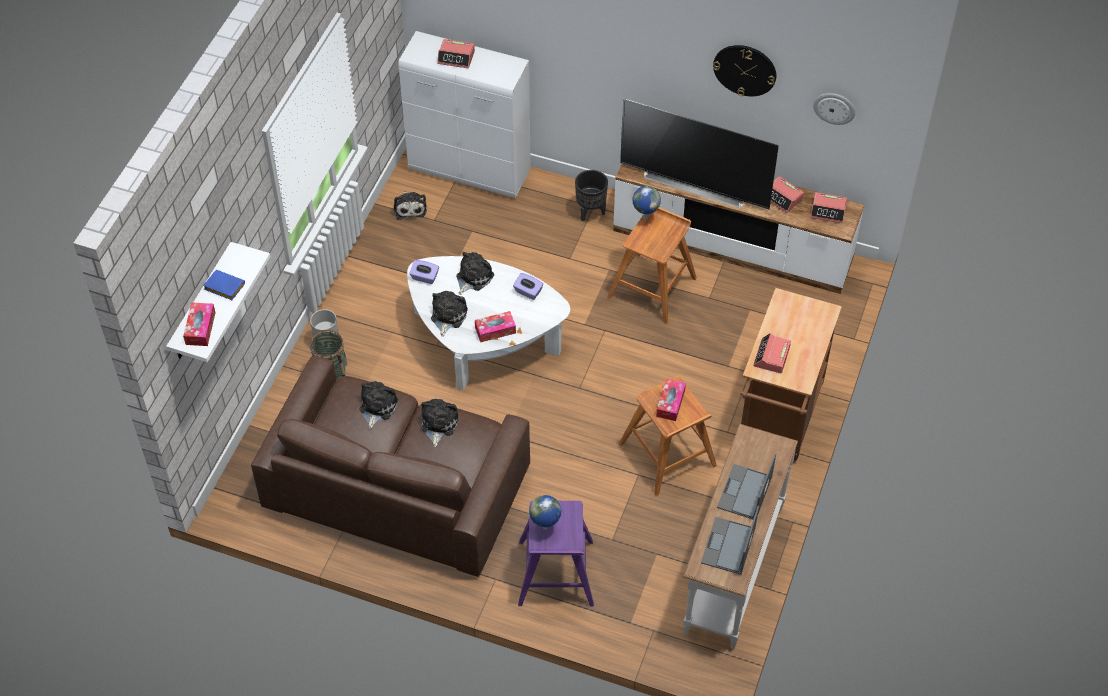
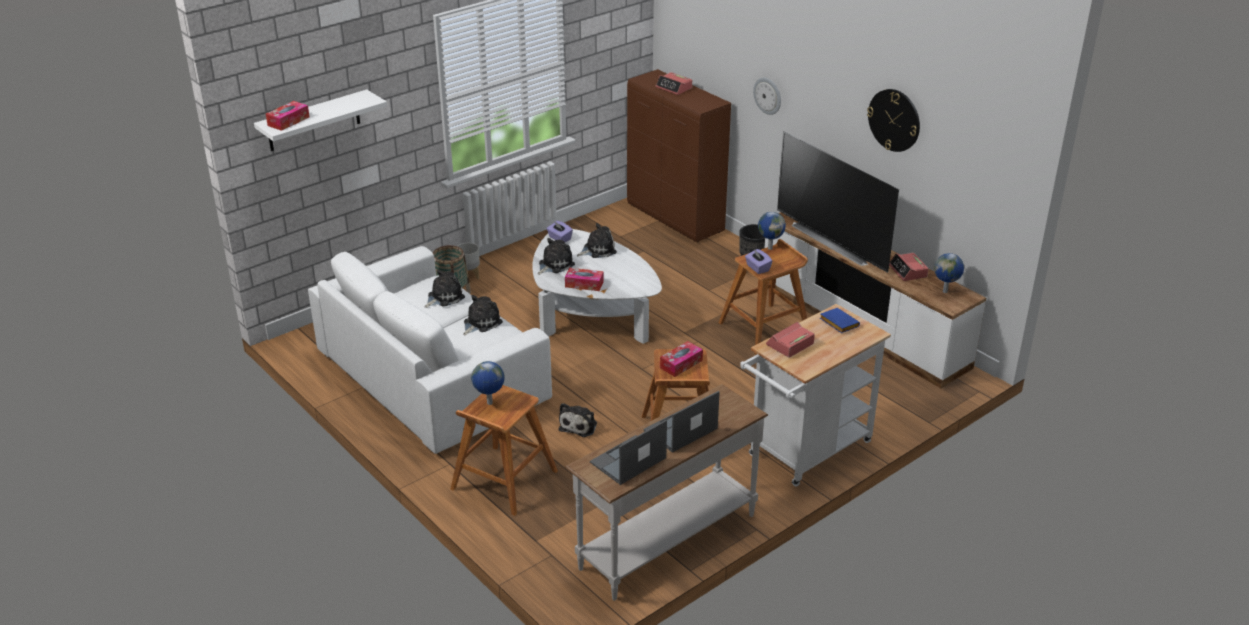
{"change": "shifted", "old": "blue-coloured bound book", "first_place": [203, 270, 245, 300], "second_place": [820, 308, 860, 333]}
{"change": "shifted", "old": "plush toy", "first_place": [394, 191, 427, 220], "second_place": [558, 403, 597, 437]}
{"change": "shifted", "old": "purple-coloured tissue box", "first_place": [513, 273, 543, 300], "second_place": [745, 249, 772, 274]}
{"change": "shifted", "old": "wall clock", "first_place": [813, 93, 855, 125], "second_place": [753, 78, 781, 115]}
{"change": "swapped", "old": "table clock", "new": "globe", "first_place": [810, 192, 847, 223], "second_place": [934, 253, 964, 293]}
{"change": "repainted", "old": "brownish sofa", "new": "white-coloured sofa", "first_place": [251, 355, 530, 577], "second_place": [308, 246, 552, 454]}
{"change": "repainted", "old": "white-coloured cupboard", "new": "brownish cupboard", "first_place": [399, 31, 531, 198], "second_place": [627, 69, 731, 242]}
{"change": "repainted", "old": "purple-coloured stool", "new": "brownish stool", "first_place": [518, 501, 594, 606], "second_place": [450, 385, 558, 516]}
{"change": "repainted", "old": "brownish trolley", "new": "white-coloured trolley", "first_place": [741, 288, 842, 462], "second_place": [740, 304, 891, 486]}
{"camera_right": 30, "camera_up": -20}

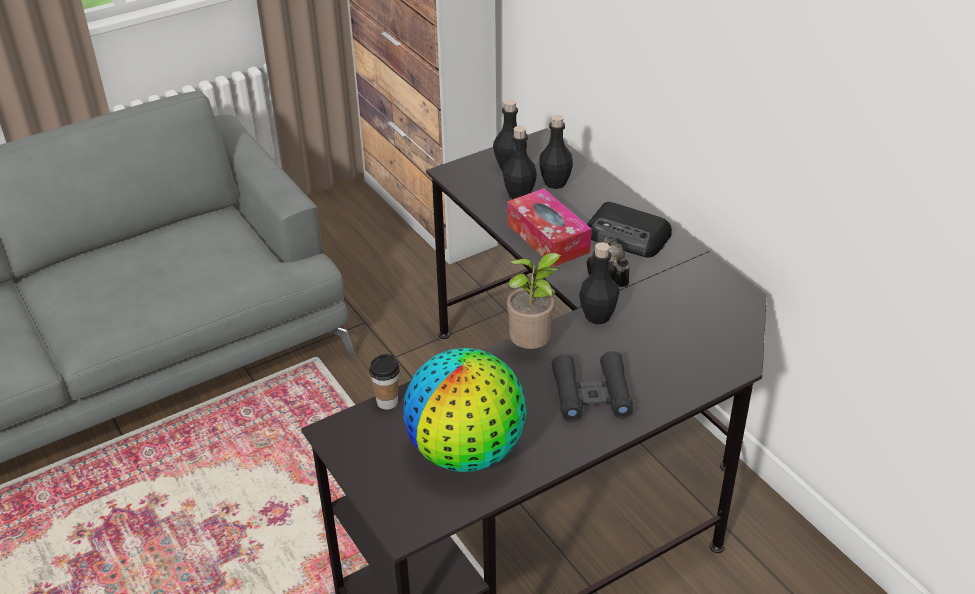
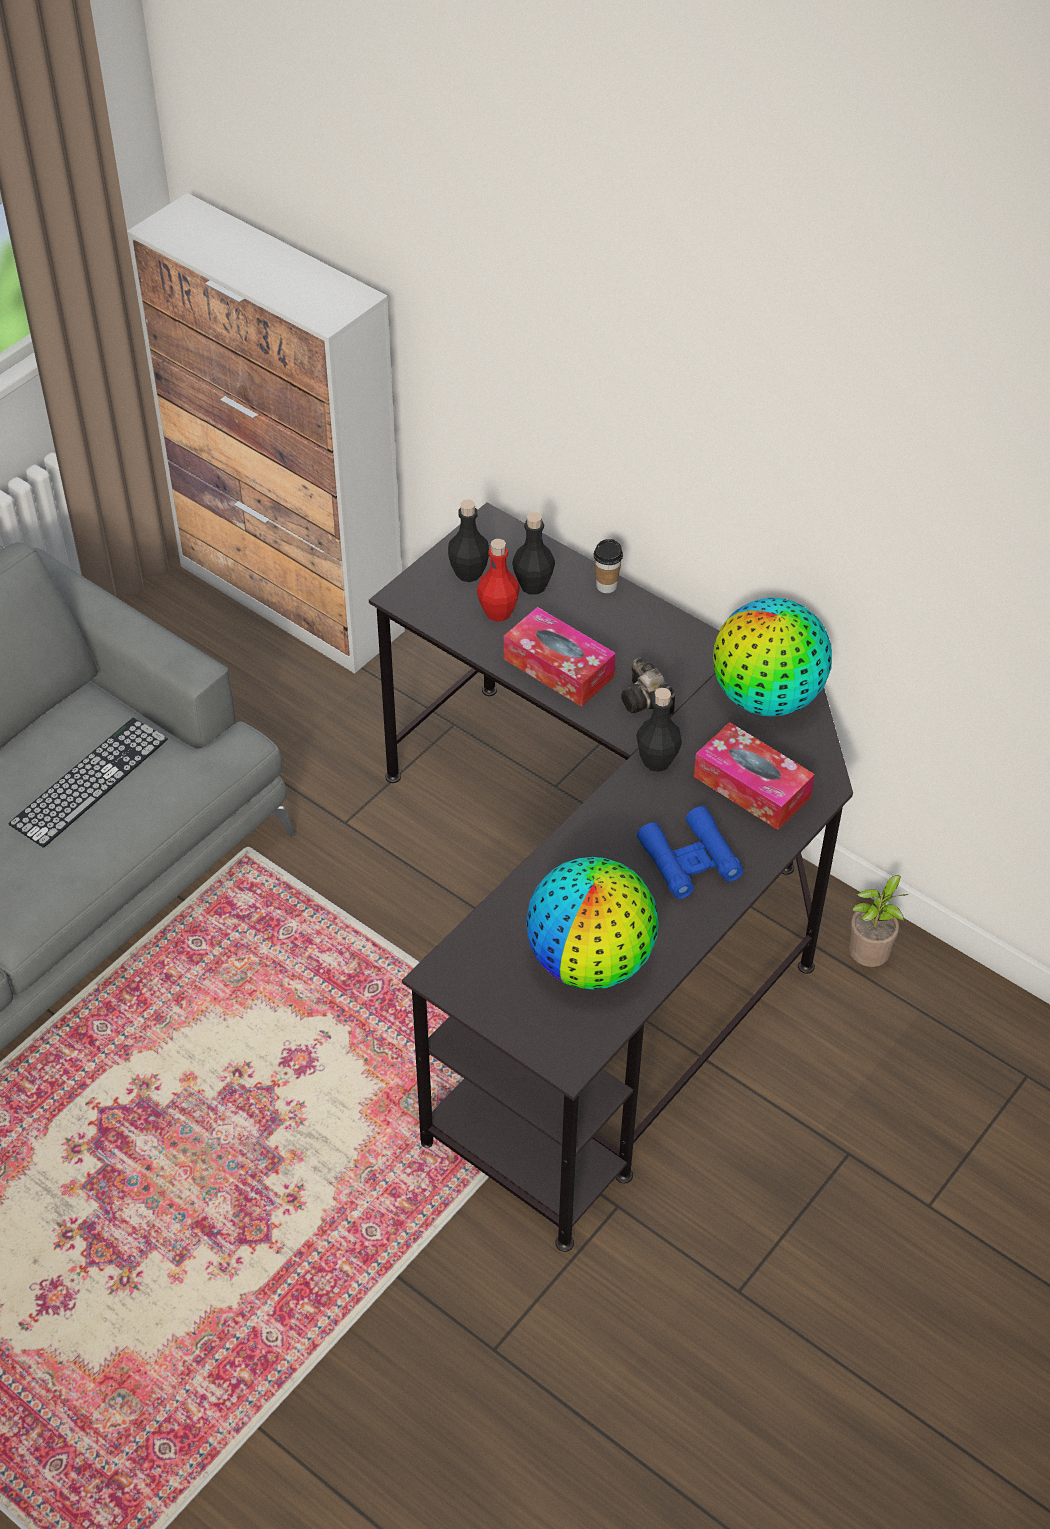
{"change": "gone", "old": "radio receiver", "first_place": [587, 202, 672, 258]}
{"change": "new", "new": "computer keyboard", "second_place": [8, 718, 168, 848]}
{"change": "new", "new": "tissue box", "second_place": [694, 722, 815, 830]}
{"change": "new", "new": "globe", "second_place": [713, 597, 832, 717]}
{"change": "shifted", "old": "cup", "first_place": [369, 354, 400, 410], "second_place": [594, 539, 623, 593]}
{"change": "shifted", "old": "potted plant", "first_place": [507, 253, 561, 349], "second_place": [849, 875, 908, 967]}
{"change": "repainted", "old": "black-coloured bottle", "new": "reddish bottle", "first_place": [502, 126, 537, 199], "second_place": [477, 539, 520, 622]}
{"change": "repainted", "old": "black-coloured binoculars", "new": "blue-coloured binoculars", "first_place": [552, 351, 633, 422], "second_place": [637, 806, 743, 899]}
{"camera_right": -20, "camera_up": 10}

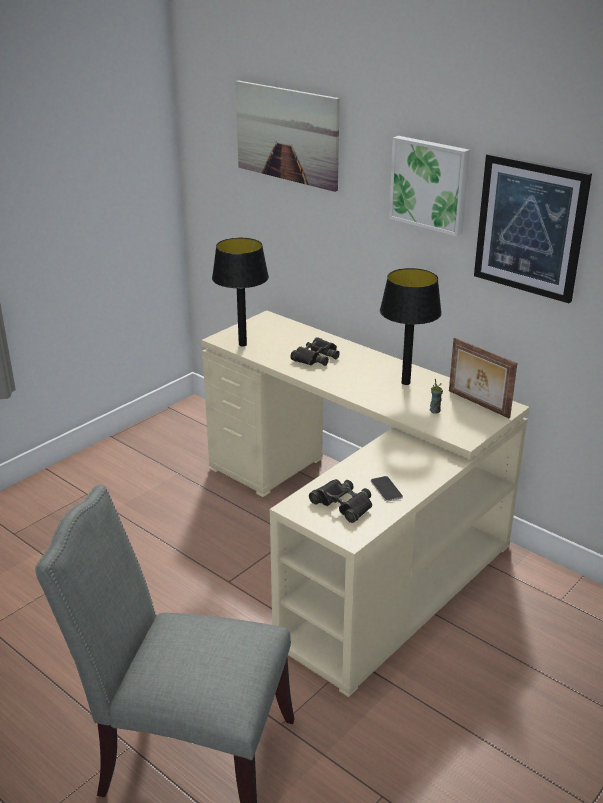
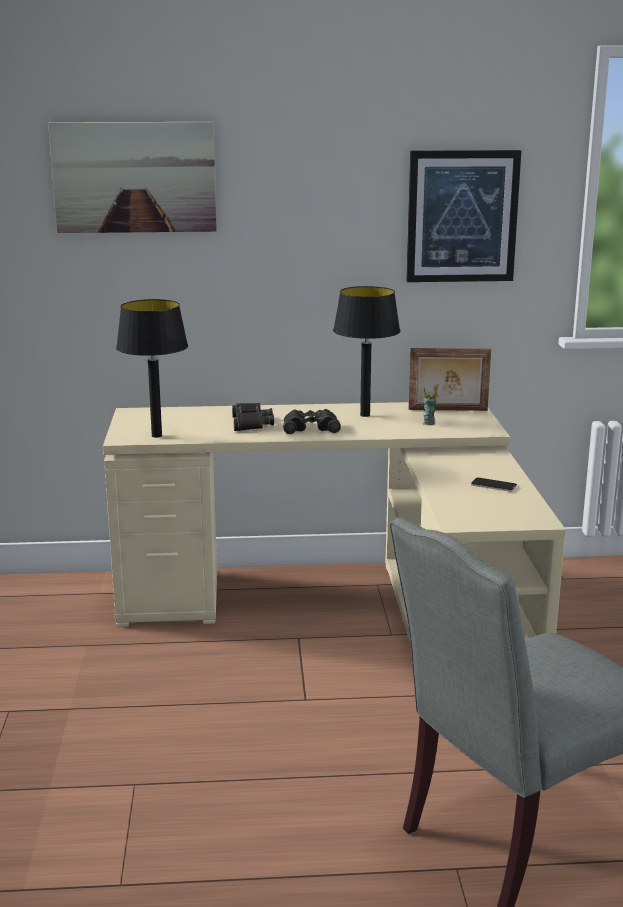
{"change": "gone", "old": "wall art", "first_place": [389, 136, 470, 236]}
{"change": "shifted", "old": "black-coloured binoculars", "first_place": [309, 479, 372, 523], "second_place": [283, 409, 341, 434]}
{"camera_right": -45, "camera_up": -10}

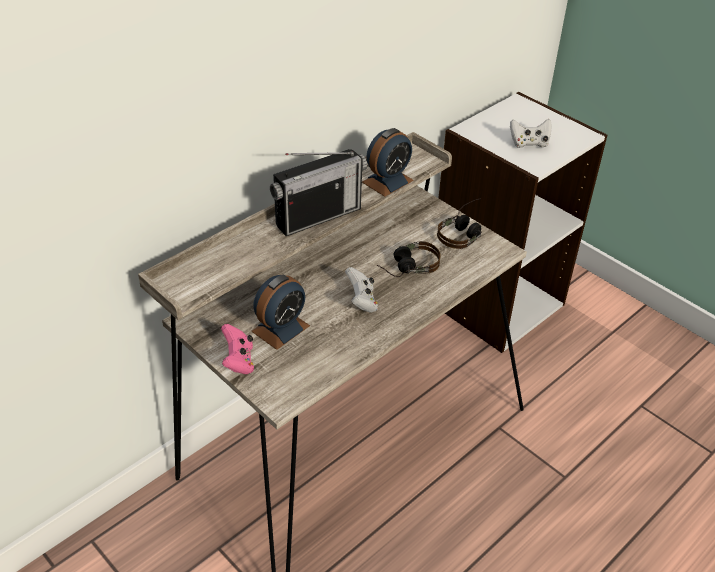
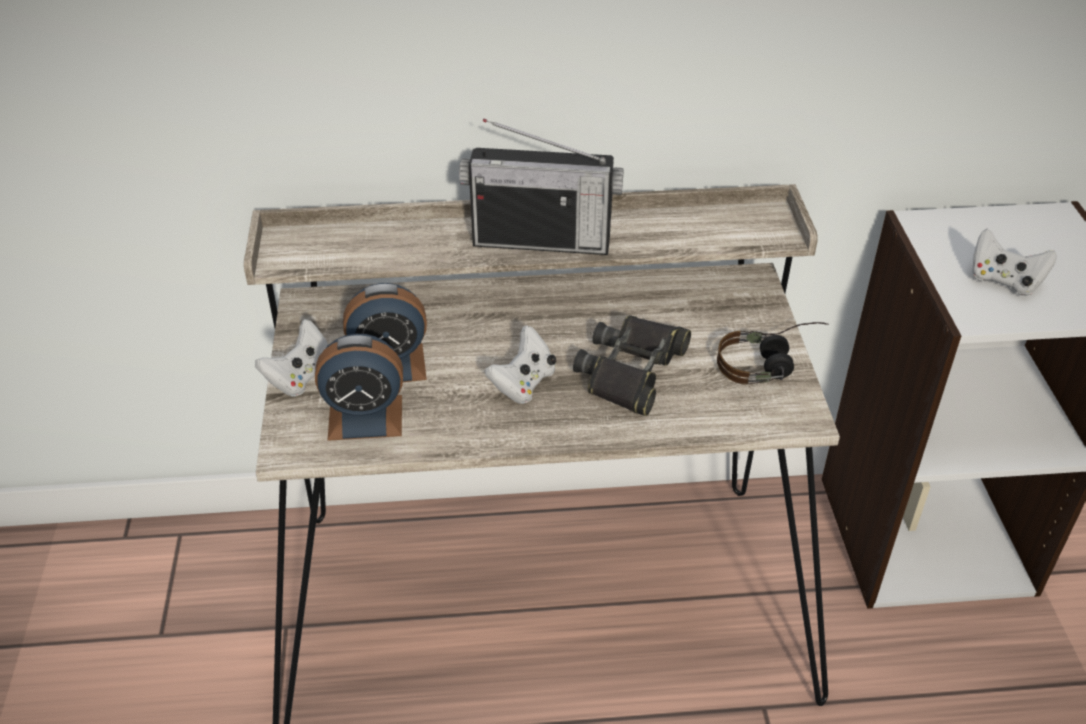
{"change": "shifted", "old": "table clock", "first_place": [362, 128, 414, 197], "second_place": [315, 334, 403, 441]}
{"change": "swapped", "old": "pair of headphones", "new": "black-coloured binoculars", "first_place": [377, 241, 441, 277], "second_place": [573, 316, 691, 416]}
{"change": "repainted", "old": "pink game controller", "new": "white-coloured game controller", "first_place": [221, 324, 254, 374], "second_place": [255, 319, 328, 397]}
{"camera_right": 40, "camera_up": 0}

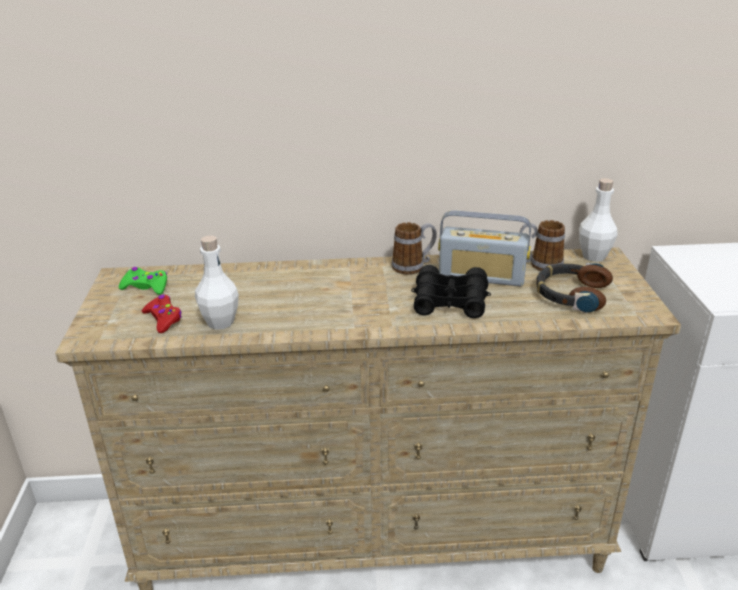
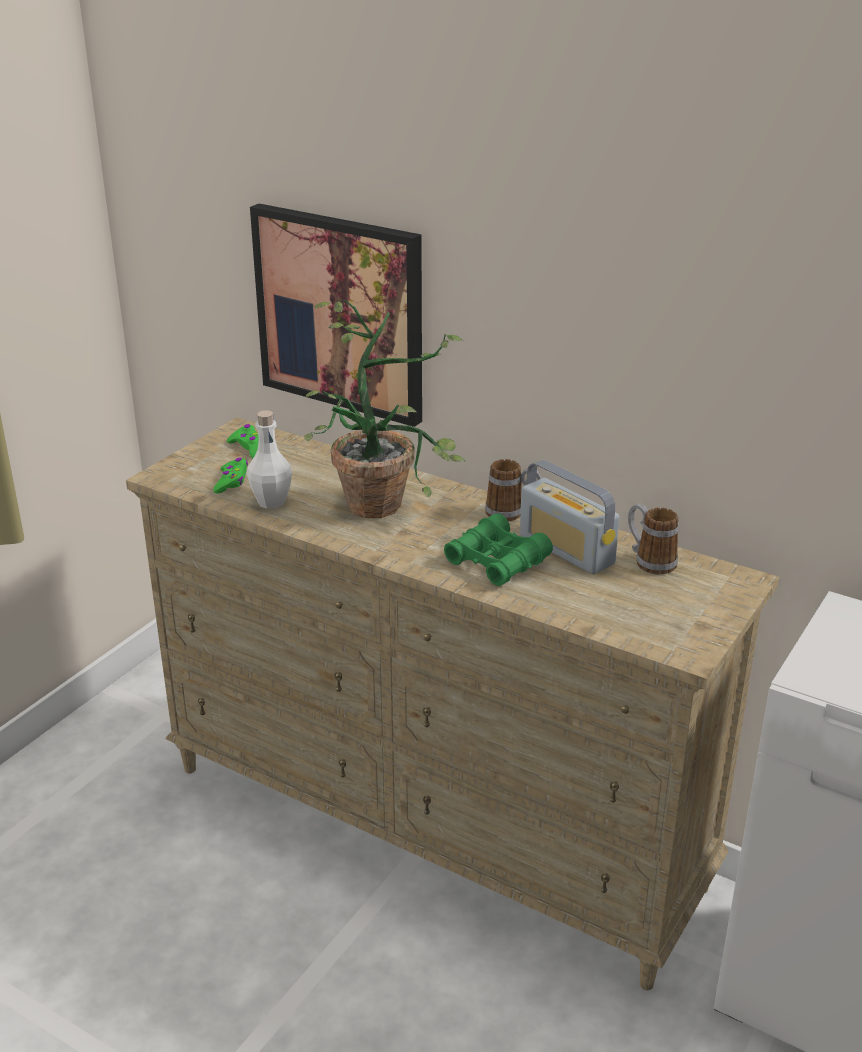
{"change": "gone", "old": "pair of headphones", "first_place": [536, 262, 613, 313]}
{"change": "gone", "old": "white-coloured bottle", "first_place": [579, 178, 617, 262]}
{"change": "new", "new": "wall art", "second_place": [250, 204, 422, 427]}
{"change": "new", "new": "potted plant", "second_place": [304, 300, 466, 518]}
{"change": "repainted", "old": "reddish game controller", "new": "green-coloured game controller", "first_place": [142, 295, 182, 333], "second_place": [213, 458, 248, 493]}
{"change": "repainted", "old": "black-coloured binoculars", "new": "green-coloured binoculars", "first_place": [411, 265, 491, 318], "second_place": [444, 513, 553, 586]}
{"camera_right": 35, "camera_up": 0}

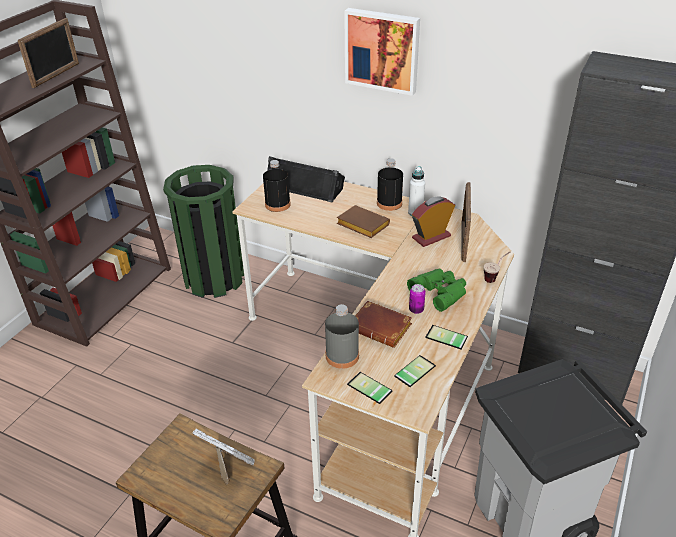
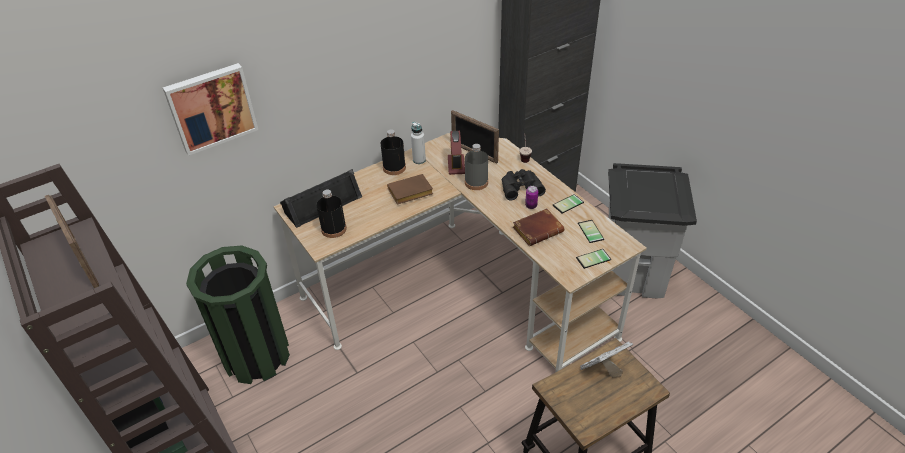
{"change": "shifted", "old": "greyish bottle", "first_place": [325, 304, 359, 369], "second_place": [465, 144, 488, 190]}
{"change": "shifted", "old": "wall art", "first_place": [344, 8, 420, 96], "second_place": [163, 63, 258, 156]}
{"change": "repainted", "old": "green-coloured binoculars", "new": "black-coloured binoculars", "first_place": [407, 269, 466, 312], "second_place": [502, 169, 546, 201]}
{"camera_right": -60, "camera_up": 5}

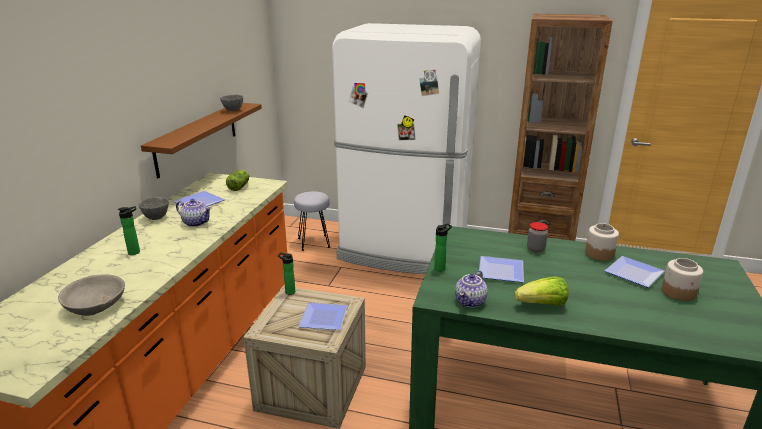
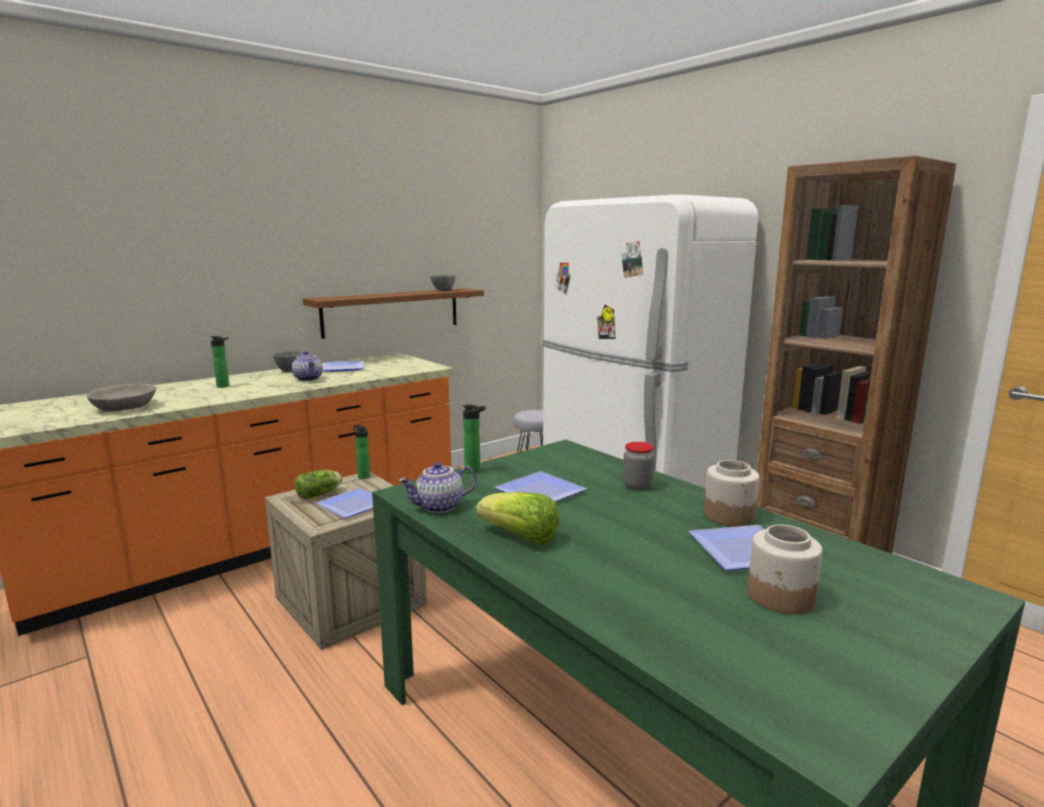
{"change": "shifted", "old": "lettuce head", "first_place": [226, 170, 249, 191], "second_place": [295, 470, 342, 499]}
{"camera_right": 35, "camera_up": -10}

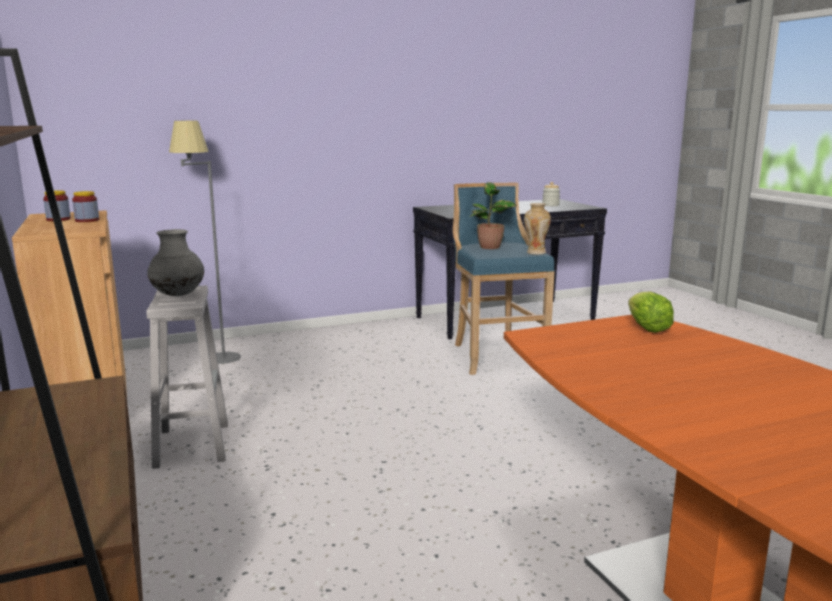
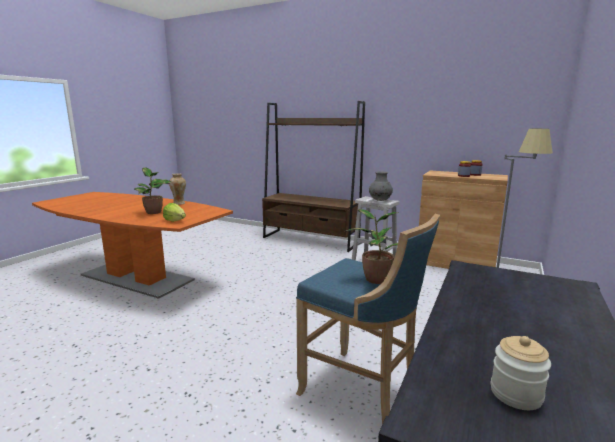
{"change": "new", "new": "potted plant", "second_place": [134, 167, 172, 214]}
{"change": "shifted", "old": "flower vase", "first_place": [524, 203, 551, 255], "second_place": [169, 173, 186, 205]}
{"camera_right": 140, "camera_up": 0}

